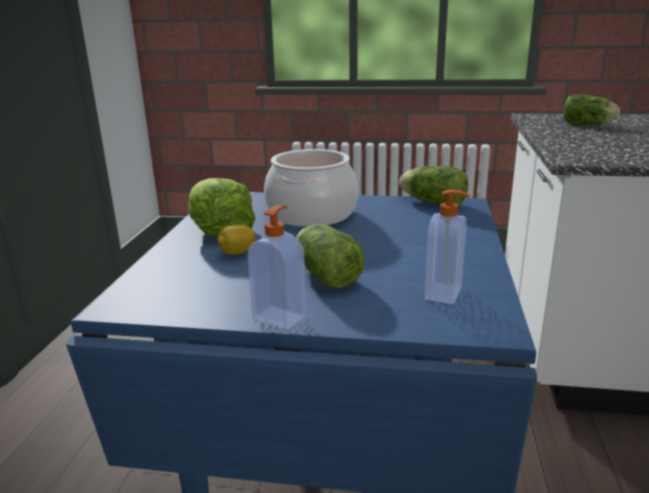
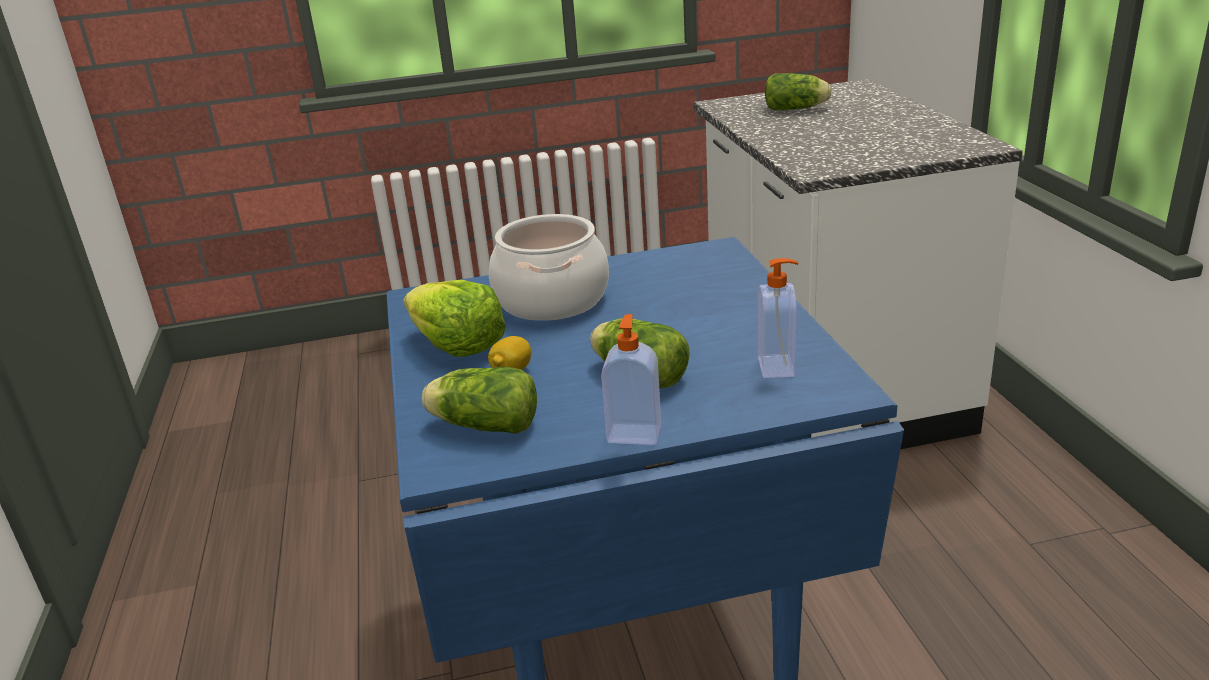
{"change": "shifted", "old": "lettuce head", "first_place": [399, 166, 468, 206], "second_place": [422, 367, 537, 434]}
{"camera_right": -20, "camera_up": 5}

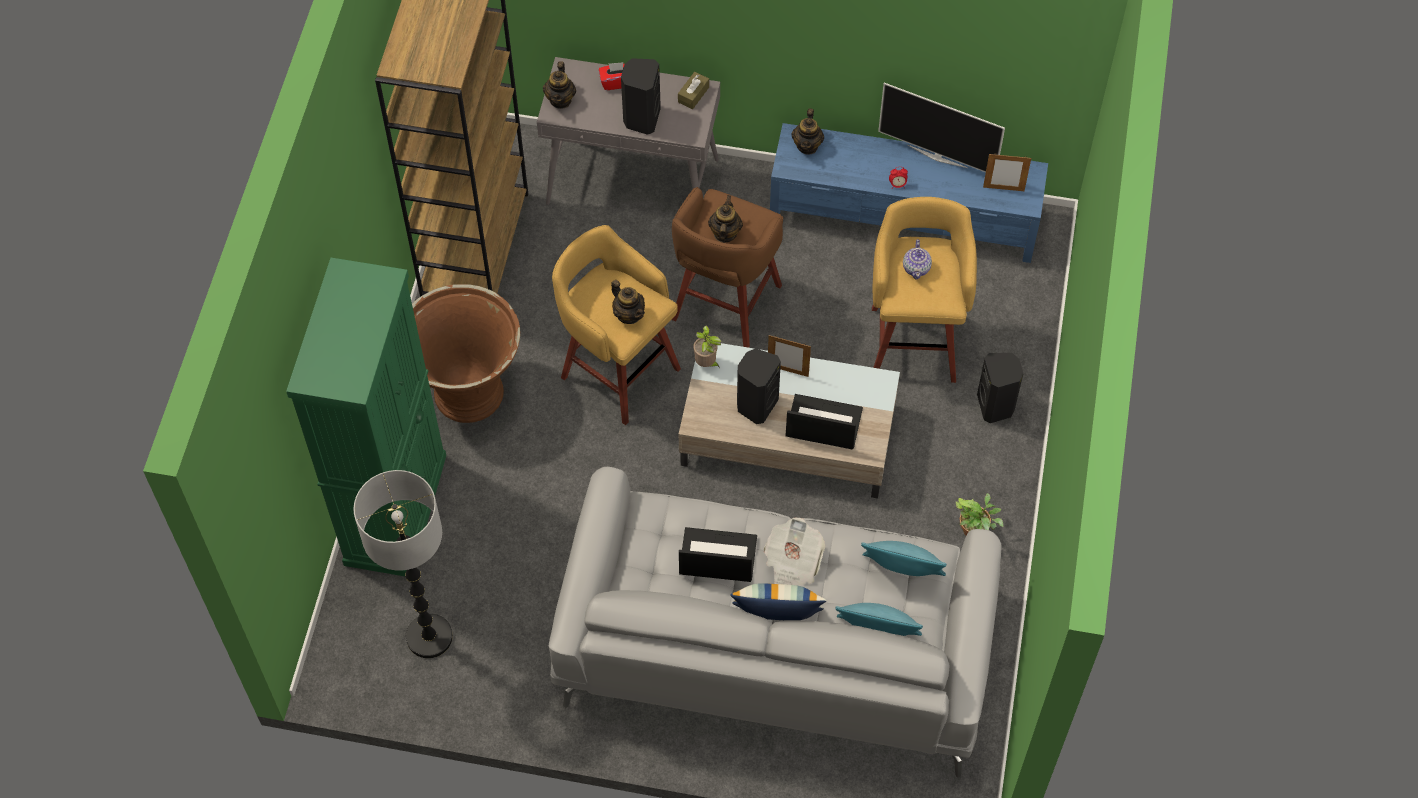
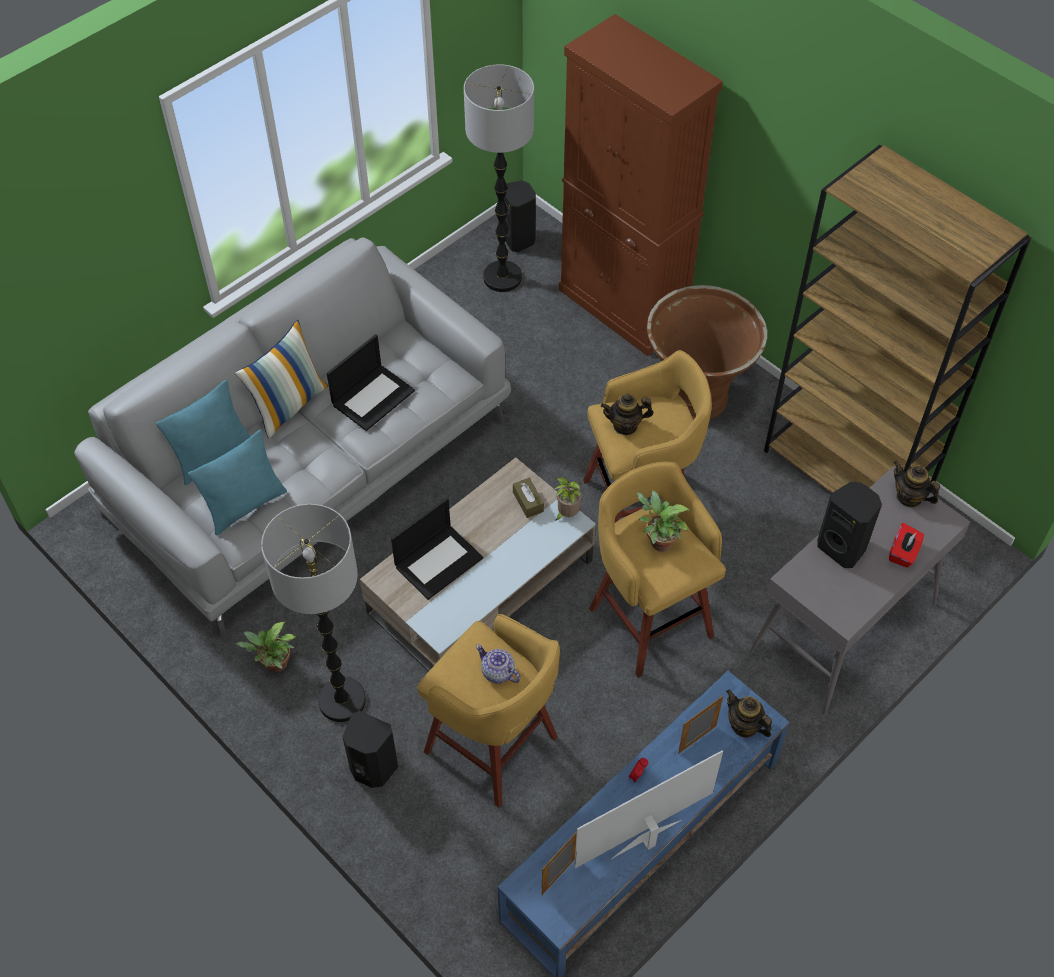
{"change": "gone", "old": "newspaper", "first_place": [764, 518, 825, 585]}
{"change": "new", "new": "floor lamp", "second_place": [261, 504, 366, 722]}
{"change": "shifted", "old": "brownish tissue box", "first_place": [678, 72, 709, 109], "second_place": [513, 478, 544, 518]}
{"change": "shifted", "old": "black-coloured loudspeaker", "first_place": [737, 348, 781, 424], "second_place": [504, 180, 536, 252]}
{"change": "shifted", "old": "photo frame", "first_place": [768, 335, 811, 377], "second_place": [678, 696, 723, 754]}
{"change": "swapped", "old": "tea pot", "new": "potted plant", "first_place": [708, 195, 743, 243], "second_place": [637, 490, 689, 552]}
{"change": "repainted", "old": "green-coloured cupboard", "new": "brownish cupboard", "first_place": [286, 258, 446, 576], "second_place": [559, 14, 723, 356]}
{"change": "repainted", "old": "brownish stool", "new": "yellow-coloured stool", "first_place": [672, 187, 783, 348], "second_place": [589, 462, 726, 678]}
{"camera_right": 125, "camera_up": -5}

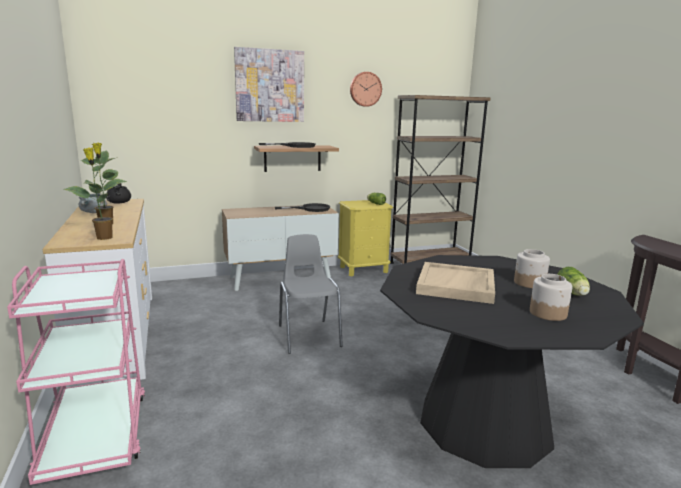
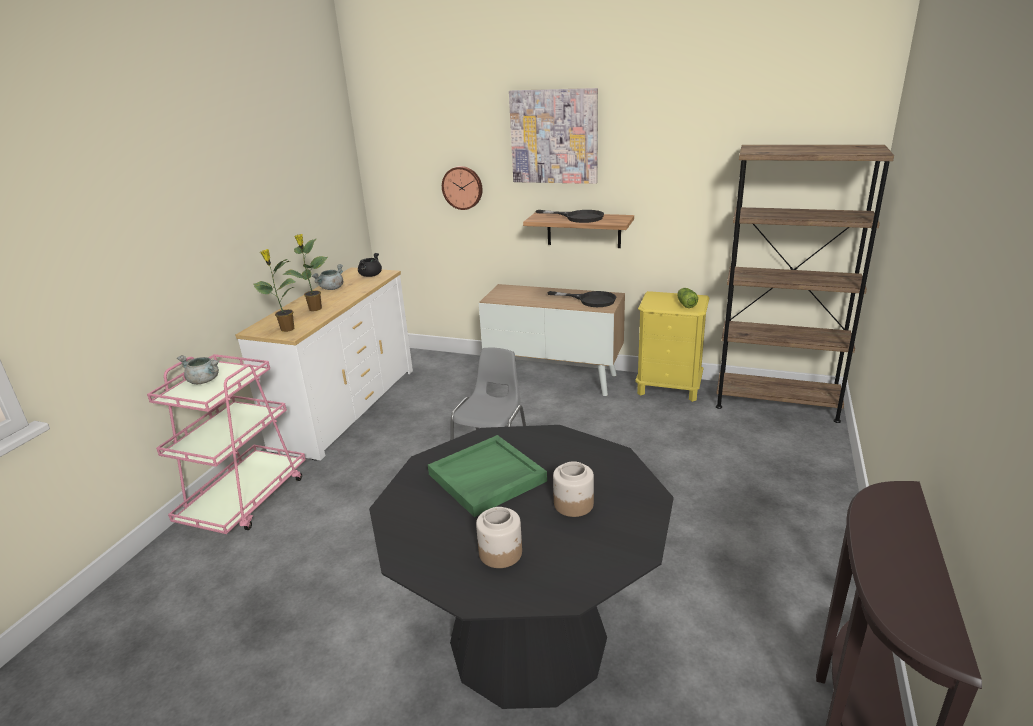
{"change": "gone", "old": "lettuce head", "first_place": [557, 267, 590, 296]}
{"change": "new", "new": "greyish cooking pot", "second_place": [177, 355, 219, 384]}
{"change": "shifted", "old": "wall clock", "first_place": [350, 72, 382, 107], "second_place": [442, 166, 483, 210]}
{"change": "repainted", "old": "sand-coloured carrying tray", "new": "green-coloured carrying tray", "first_place": [416, 262, 495, 304], "second_place": [428, 435, 547, 517]}
{"camera_right": 40, "camera_up": 10}

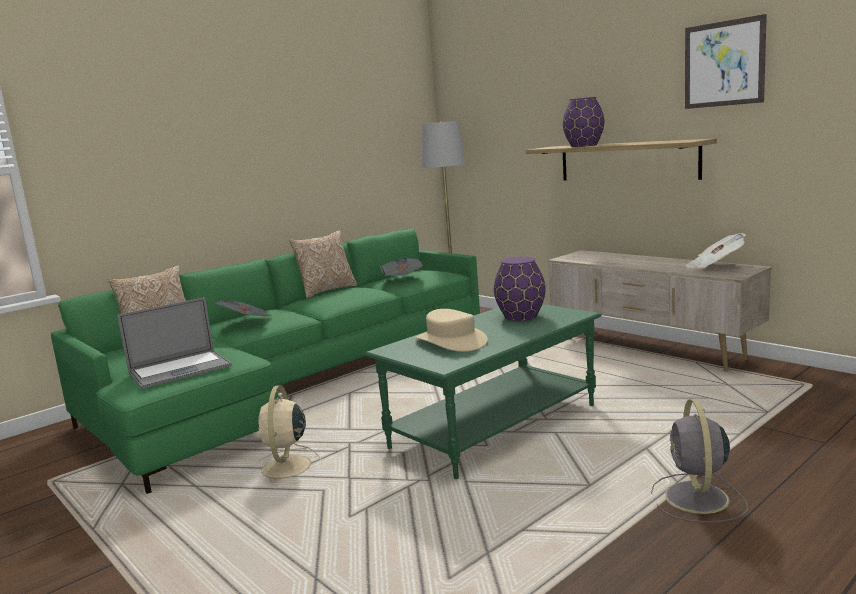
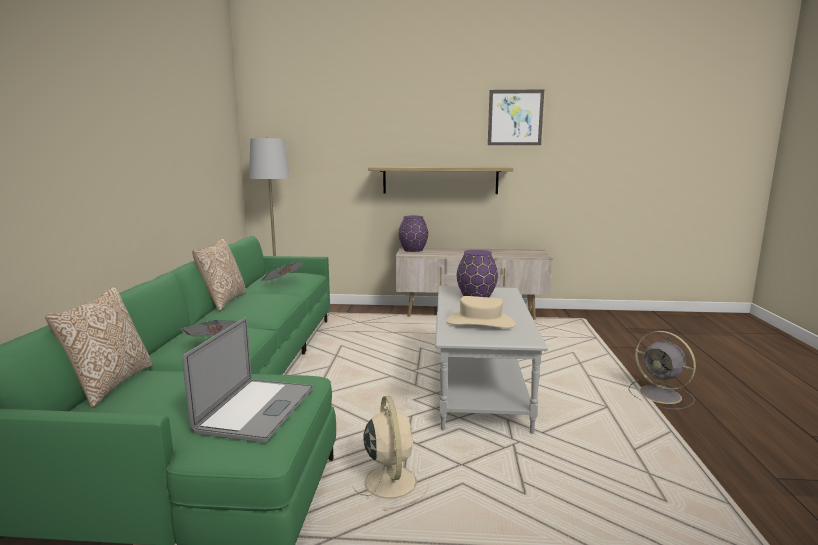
{"change": "gone", "old": "newspaper", "first_place": [685, 233, 746, 269]}
{"change": "shifted", "old": "purple-coloured flower vase", "first_place": [563, 97, 604, 147], "second_place": [399, 216, 428, 252]}
{"change": "repainted", "old": "green-coloured low table", "new": "greyish low table", "first_place": [364, 304, 602, 479], "second_place": [435, 286, 548, 434]}
{"change": "rotated", "old": "sand-coloured electric fan", "first_place": [253, 385, 323, 486], "second_place": [352, 396, 429, 511], "degrees": -150}
{"camera_right": -45, "camera_up": 0}

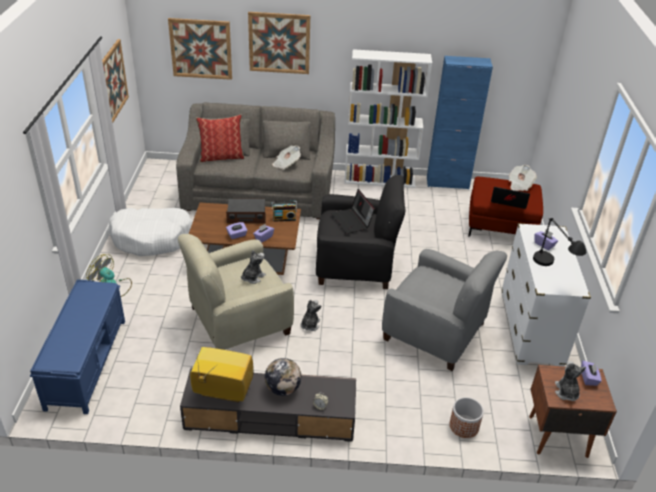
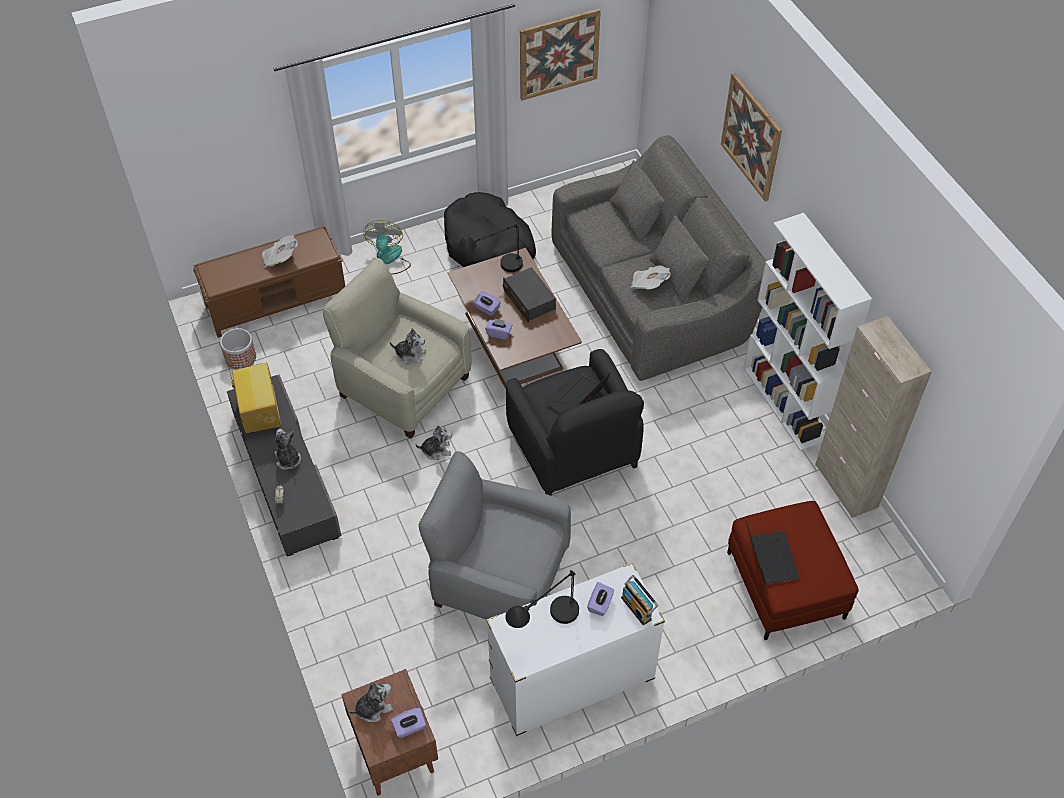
{"change": "gone", "old": "wall art", "first_place": [168, 18, 232, 80]}
{"change": "gone", "old": "pillow", "first_place": [196, 114, 244, 162]}
{"change": "new", "new": "black-coloured table lamp", "second_place": [458, 223, 523, 272]}
{"change": "shifted", "old": "radio receiver", "first_place": [272, 201, 297, 222], "second_place": [621, 575, 658, 625]}
{"change": "shifted", "old": "planter", "first_place": [450, 397, 484, 438], "second_place": [220, 328, 256, 370]}
{"change": "shifted", "old": "newspaper", "first_place": [509, 165, 537, 191], "second_place": [262, 235, 298, 267]}
{"change": "swapped", "old": "globe", "new": "plush toy", "first_place": [265, 358, 301, 396], "second_place": [275, 429, 301, 470]}
{"change": "repainted", "old": "blue-coloured long seat", "new": "brownish long seat", "first_place": [30, 279, 125, 414], "second_place": [193, 225, 345, 338]}
{"change": "repainted", "old": "white-coloured dog cushion", "new": "black-coloured dog cushion", "first_place": [109, 208, 193, 256], "second_place": [444, 192, 536, 267]}
{"change": "repainted", "old": "blue-coloured cupboard", "new": "sand-coloured cupboard", "first_place": [427, 56, 493, 190], "second_place": [815, 316, 932, 518]}
{"change": "rotated", "old": "greyish lounge chair", "first_place": [382, 249, 507, 371], "second_place": [419, 451, 571, 619], "degrees": 105}
{"camera_right": 65, "camera_up": 15}

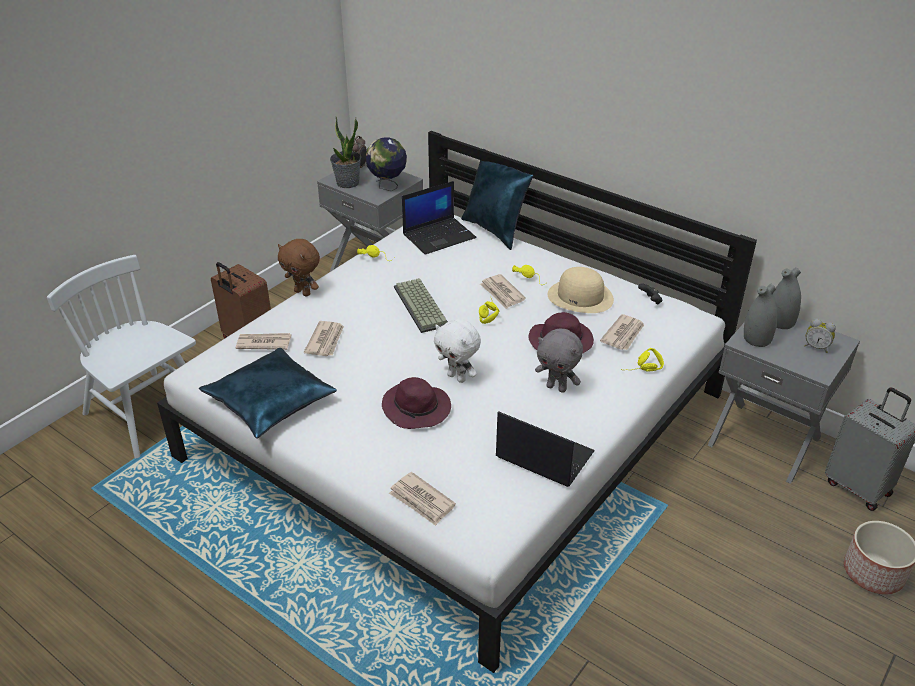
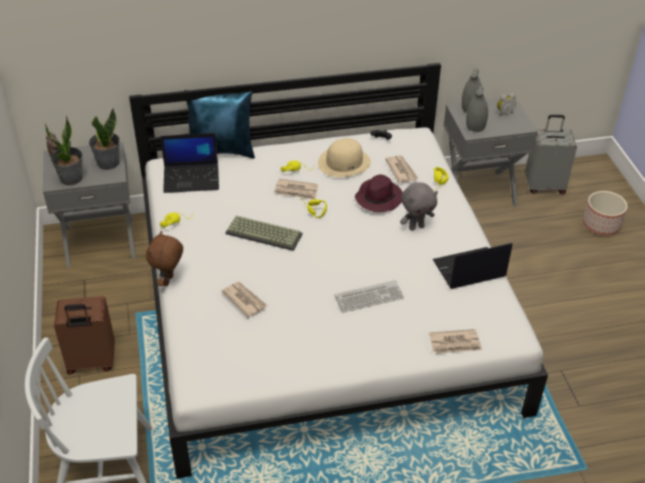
{"change": "gone", "old": "blue-coloured pillow", "first_place": [199, 348, 337, 439]}
{"change": "gone", "old": "newspaper", "first_place": [236, 333, 291, 350]}
{"change": "gone", "old": "white-coloured plush toy", "first_place": [434, 319, 481, 383]}
{"change": "swapped", "old": "globe", "new": "potted plant", "first_place": [366, 137, 407, 191], "second_place": [89, 108, 120, 170]}
{"change": "swapped", "old": "purple-coloured wearable hat", "new": "computer keyboard", "first_place": [382, 377, 451, 429], "second_place": [334, 280, 404, 313]}
{"change": "rotated", "old": "brownish plush toy", "first_place": [278, 239, 320, 297], "second_place": [146, 231, 183, 286], "degrees": 120}
{"change": "rotated", "old": "notebook computer", "first_place": [402, 181, 476, 255], "second_place": [160, 133, 219, 193], "degrees": 75}
{"camera_right": -50, "camera_up": 5}

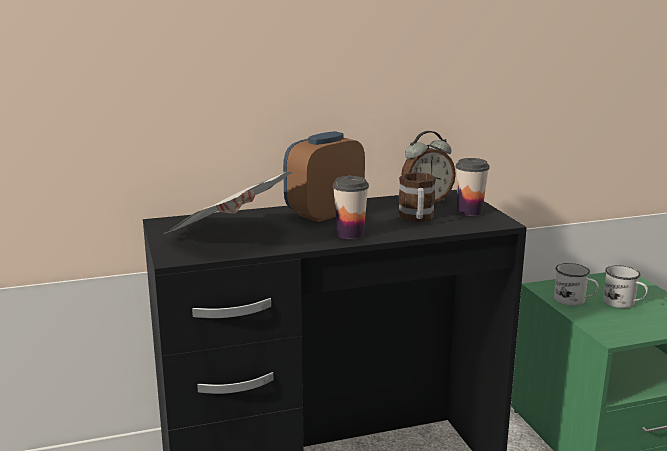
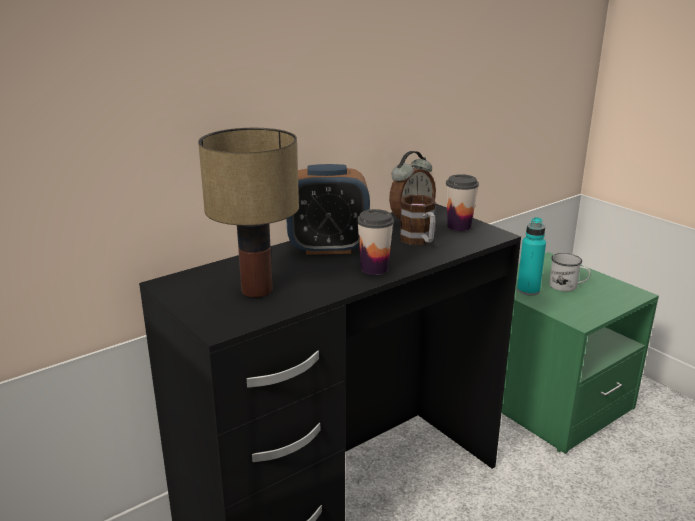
{"change": "swapped", "old": "newspaper", "new": "table lamp", "first_place": [163, 172, 292, 234], "second_place": [198, 128, 299, 297]}
{"change": "swapped", "old": "white-coloured coffee mug", "new": "turquoise-coloured bottle", "first_place": [554, 263, 599, 306], "second_place": [517, 217, 546, 296]}
{"change": "rotated", "old": "table clock", "first_place": [283, 131, 365, 222], "second_place": [287, 164, 370, 255], "degrees": -120}
{"camera_right": -20, "camera_up": 5}

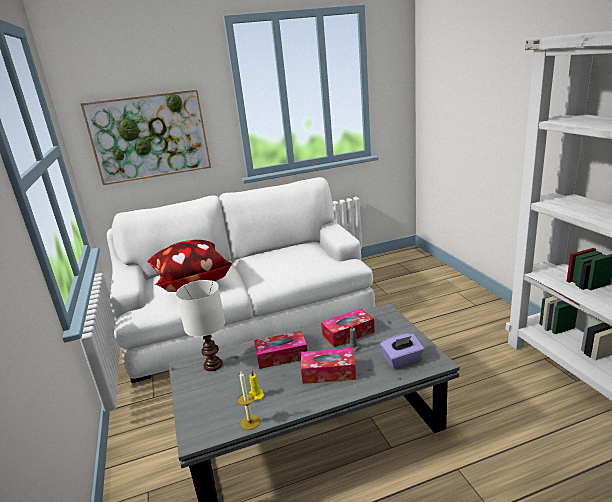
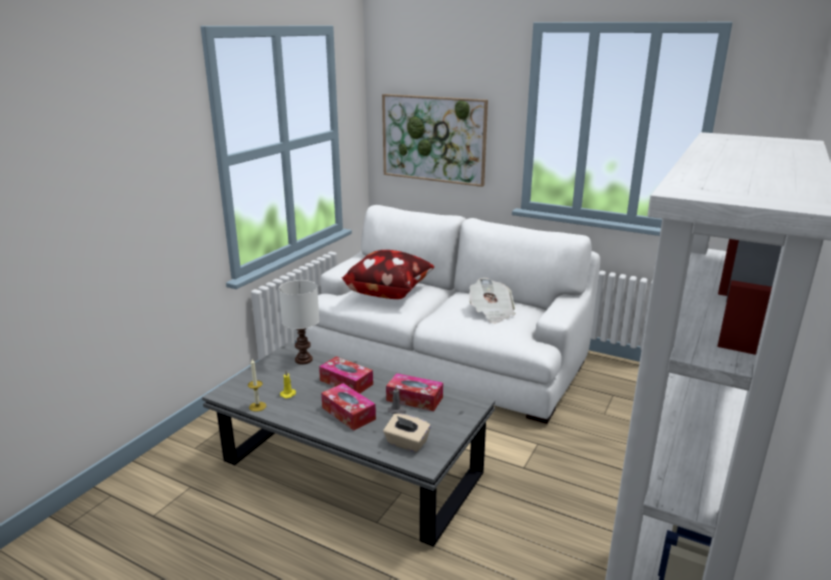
{"change": "new", "new": "newspaper", "second_place": [469, 278, 516, 324]}
{"change": "repainted", "old": "purple-coloured tissue box", "new": "sand-coloured tissue box", "first_place": [380, 333, 424, 369], "second_place": [383, 414, 431, 452]}
{"camera_right": 45, "camera_up": 0}

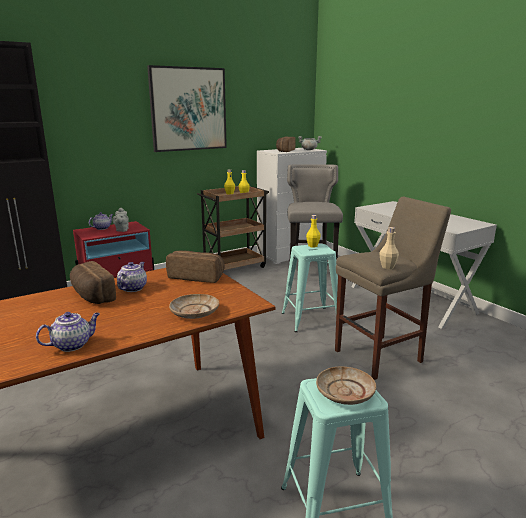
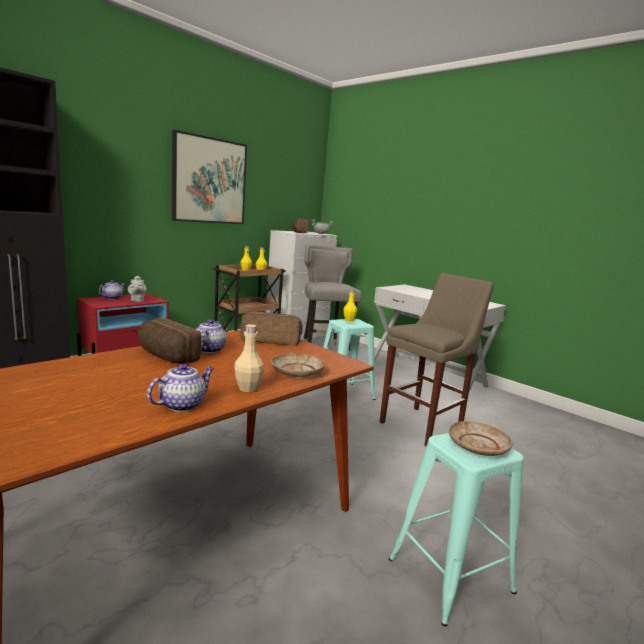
{"change": "shifted", "old": "sand-coloured bottle", "first_place": [379, 227, 399, 269], "second_place": [234, 324, 264, 392]}
{"camera_right": -15, "camera_up": -5}

